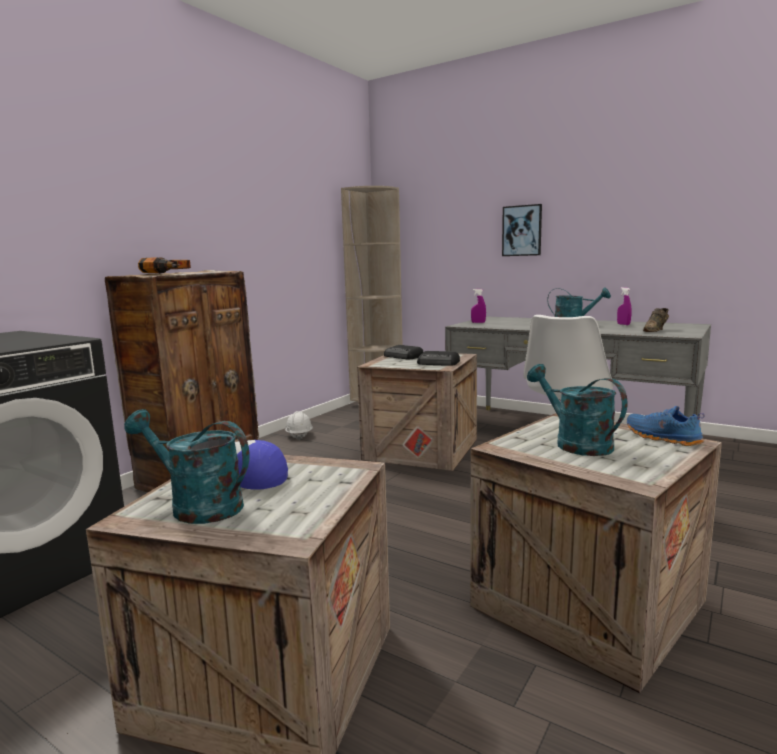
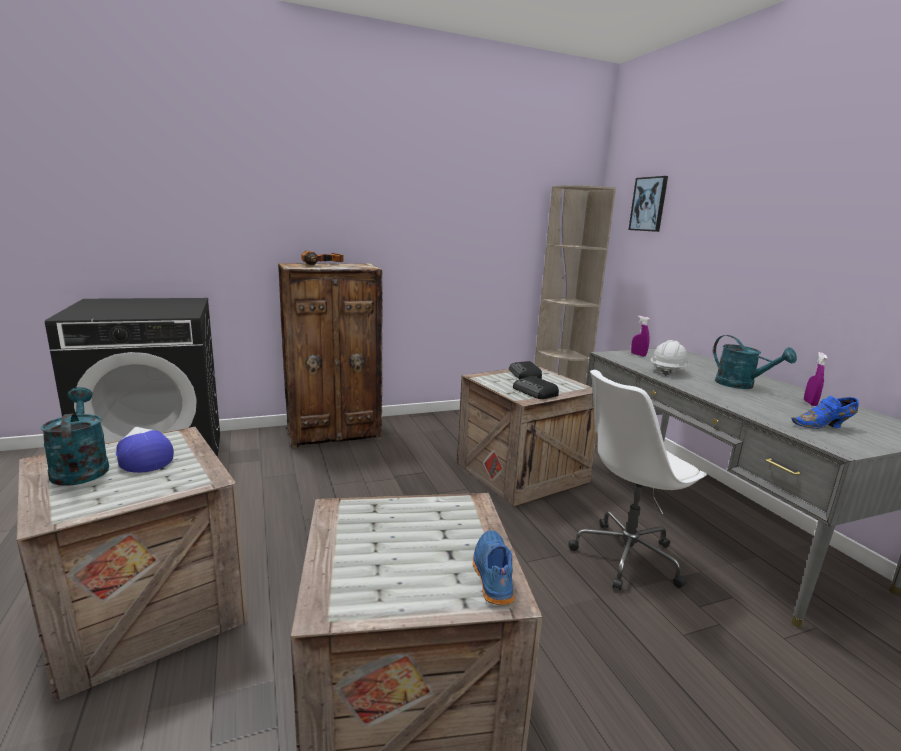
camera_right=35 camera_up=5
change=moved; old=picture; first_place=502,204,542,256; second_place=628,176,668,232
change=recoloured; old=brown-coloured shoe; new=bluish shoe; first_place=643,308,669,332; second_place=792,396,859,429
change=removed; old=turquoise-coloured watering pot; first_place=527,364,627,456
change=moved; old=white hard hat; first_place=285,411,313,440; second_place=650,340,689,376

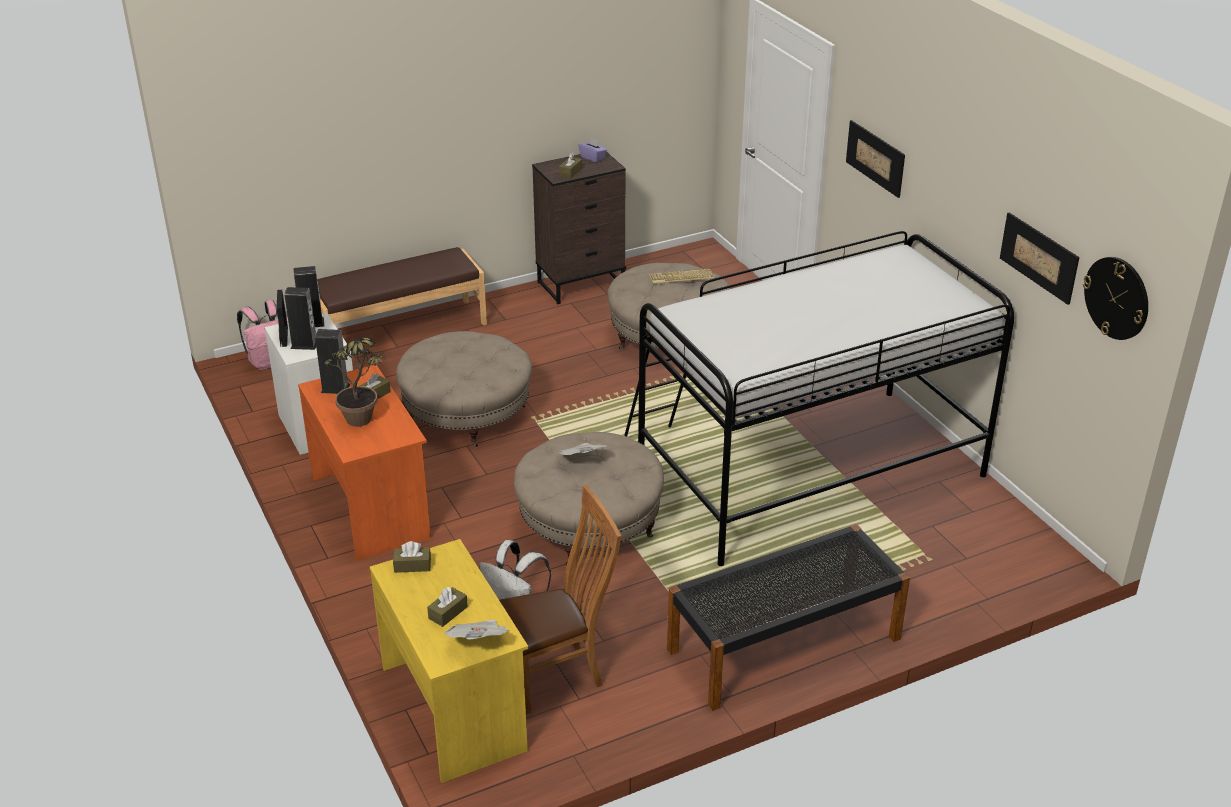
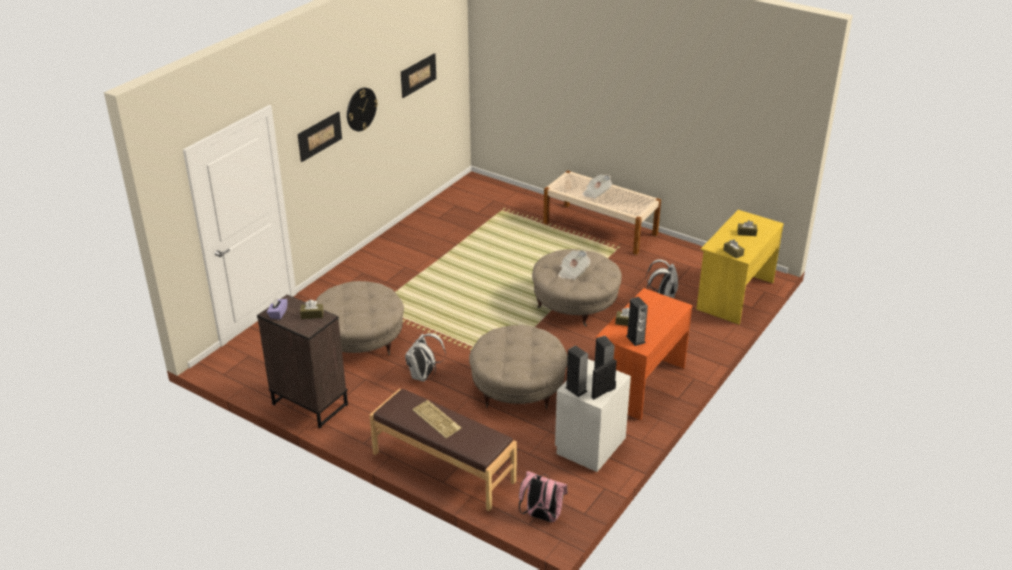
camera_right=-120 camera_up=0
change=removed; old=blackish bed; first_place=624,231,1014,566
change=moved; old=clock on the wall; first_place=1083,257,1148,340; second_place=347,88,378,131
change=moved; old=computer keyboard; first_place=649,269,715,285; second_place=413,400,461,438
change=removed; old=houseplant; first_place=325,337,386,427
change=removed; old=brown-coloured plain chair; first_place=499,485,621,714
change=recoloured; old=blackish long seat; new=sand-coloured long seat; first_place=667,524,910,711; second_place=543,170,661,255
change=moved; old=daily paper; first_place=444,619,509,640; second_place=582,174,612,199
change=added; new=white knapsack; second_place=405,333,446,382

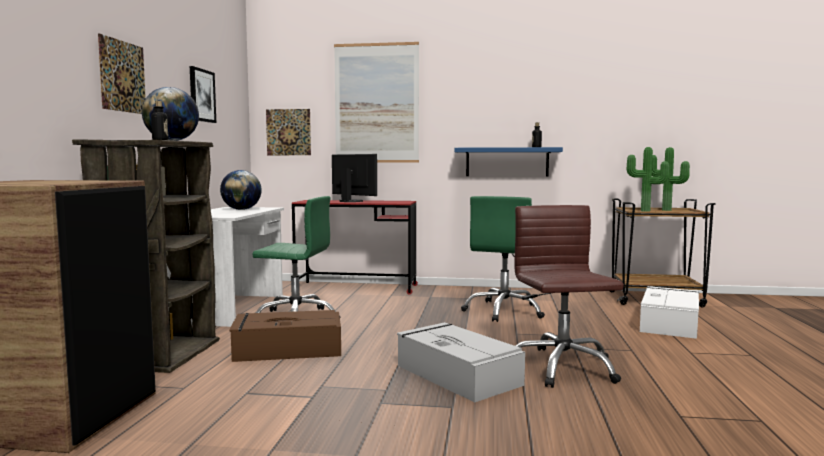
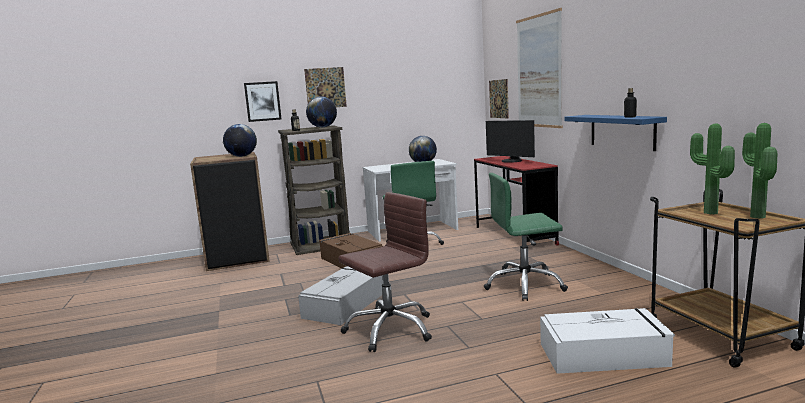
camera_right=65 camera_up=5
change=moved; old=picture; first_place=190,66,216,123; second_place=244,81,281,122
change=turned; old=computer display; first_place=332,154,377,202; second_place=486,120,535,163; degrees=120
change=added; new=world globe; second_place=223,124,257,157

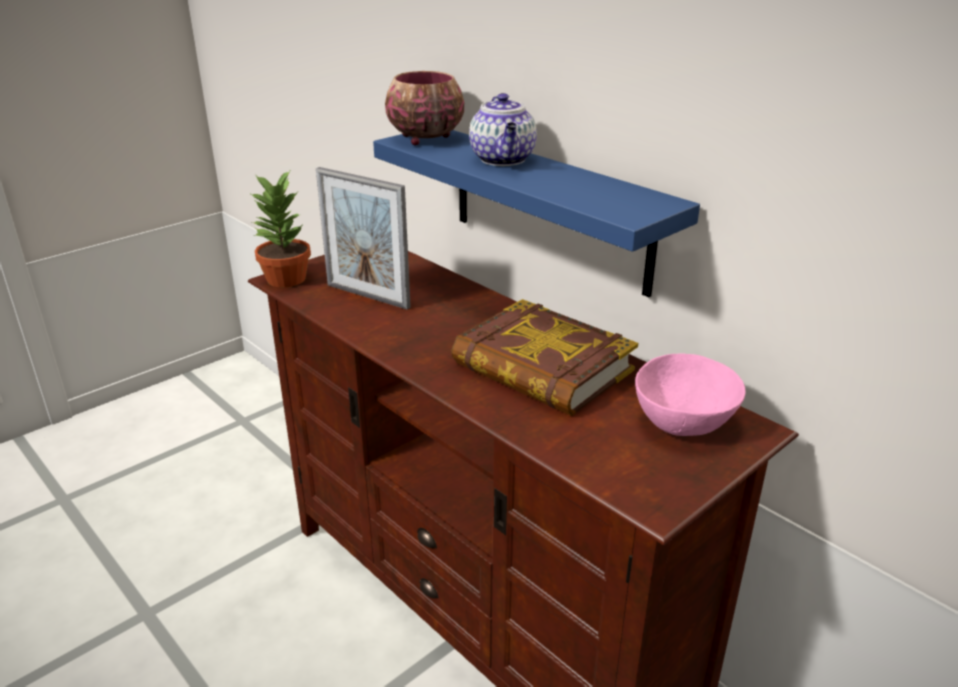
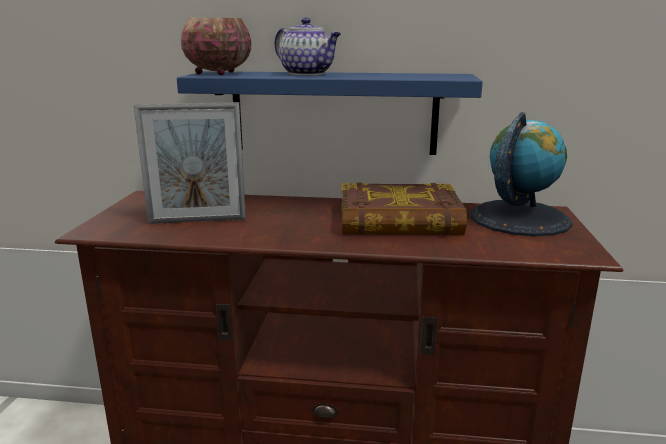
camera_right=-40 camera_up=-10
change=removed; old=houseplant; first_place=249,169,311,287
change=replaced; old=pink-coloured serving bowl; new=world globe; first_place=635,353,745,436; second_place=471,112,573,236

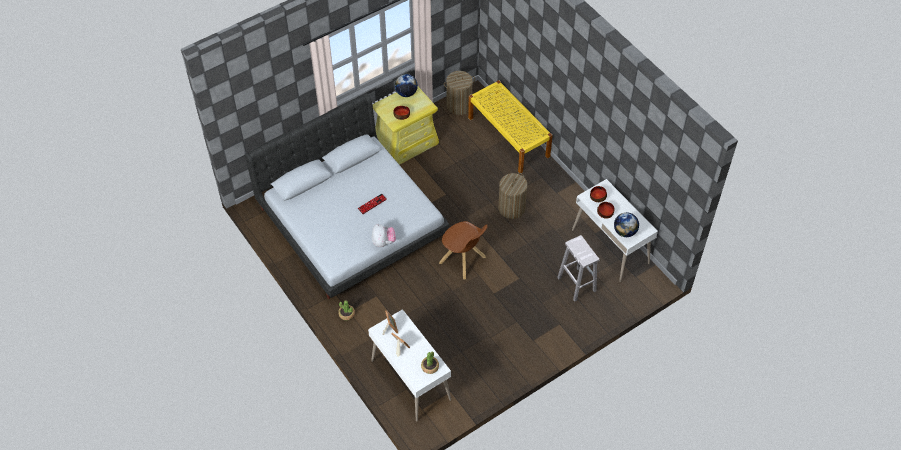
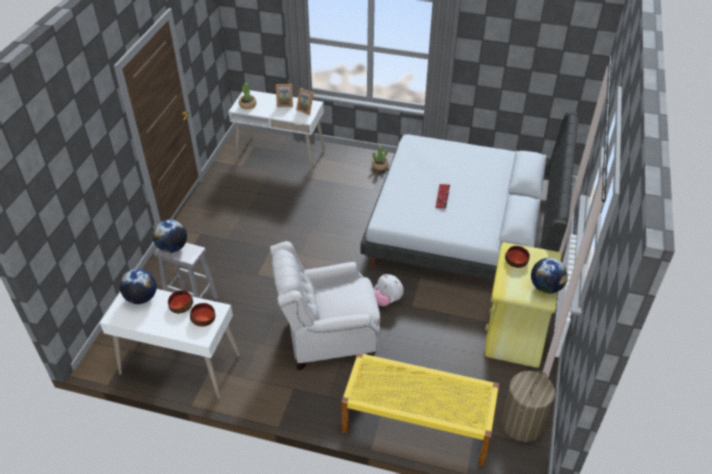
camera_right=140 camera_up=-10
change=replaced; old=washing basket; new=white lounge chair; first_place=498,173,528,219; second_place=270,241,380,370
change=removed; old=brown-coloured plain chair; first_place=439,221,488,280
change=moved; old=plush toy; first_place=372,224,396,247; second_place=373,274,404,306
change=added; new=world globe; second_place=153,219,187,253

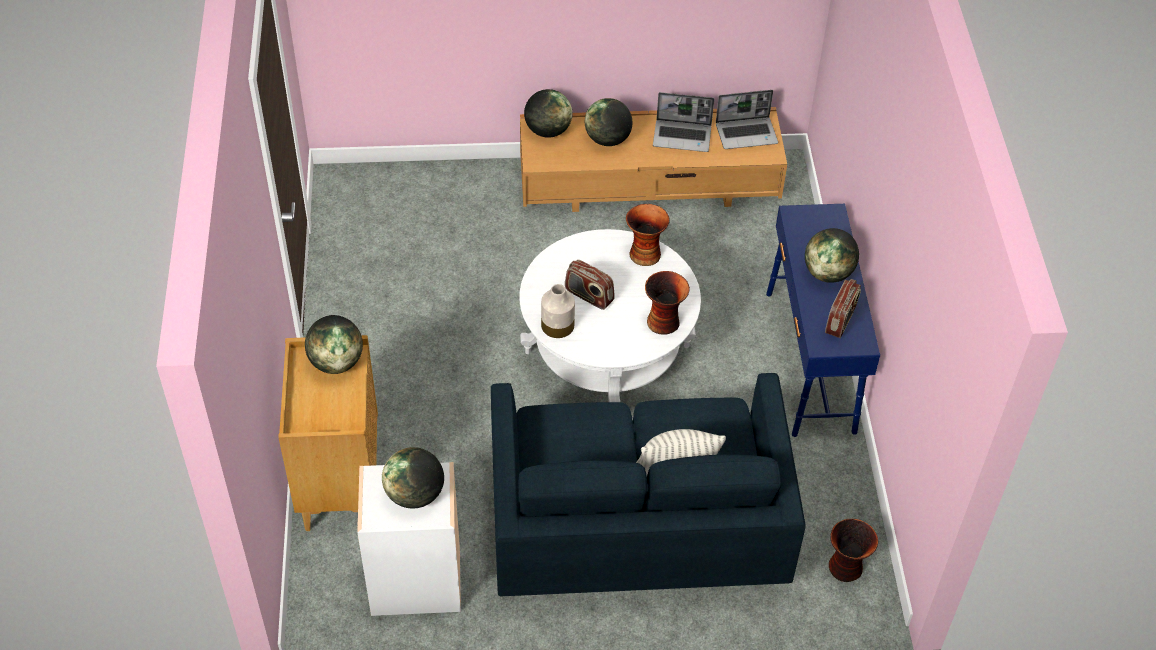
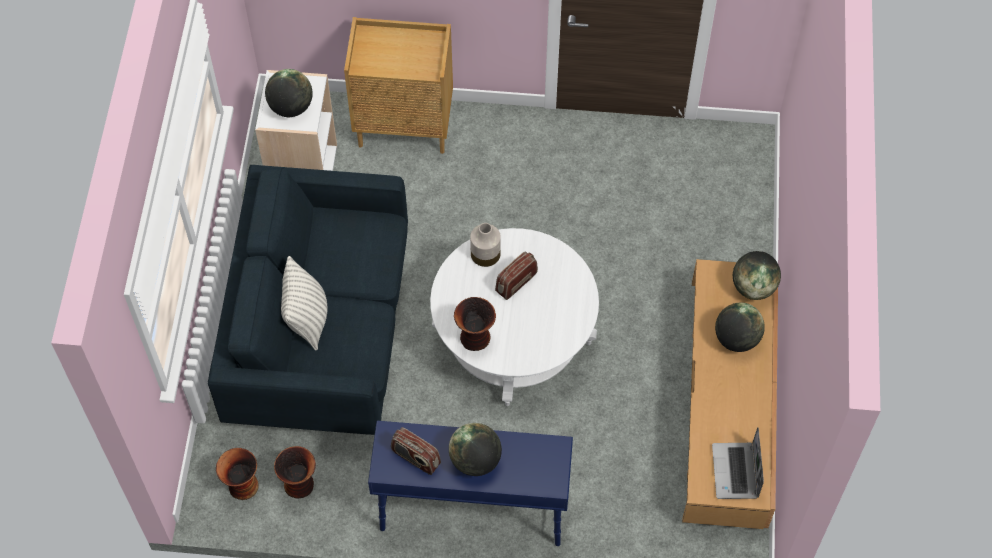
camera_right=100 camera_up=10
change=removed; old=notebook computer; first_place=653,92,714,152
change=moved; old=decorative vase; first_place=626,204,670,266; second_place=274,446,316,498
change=removed; old=world globe; first_place=305,315,363,374

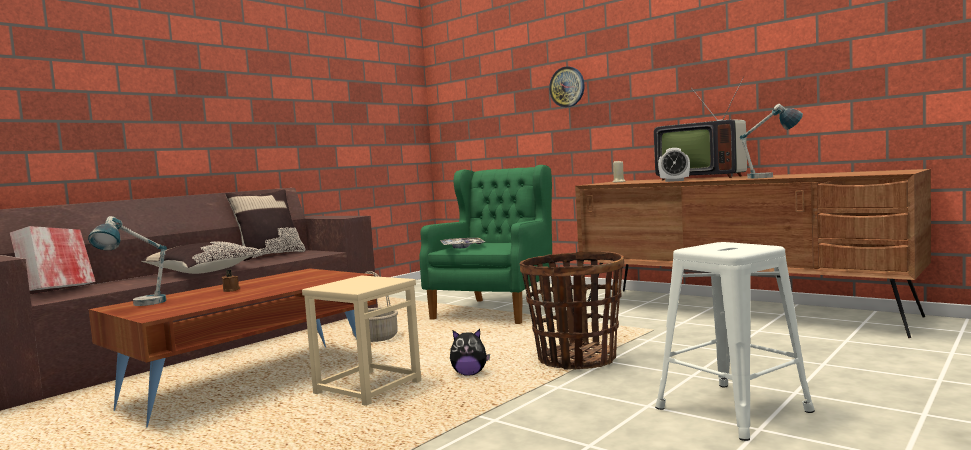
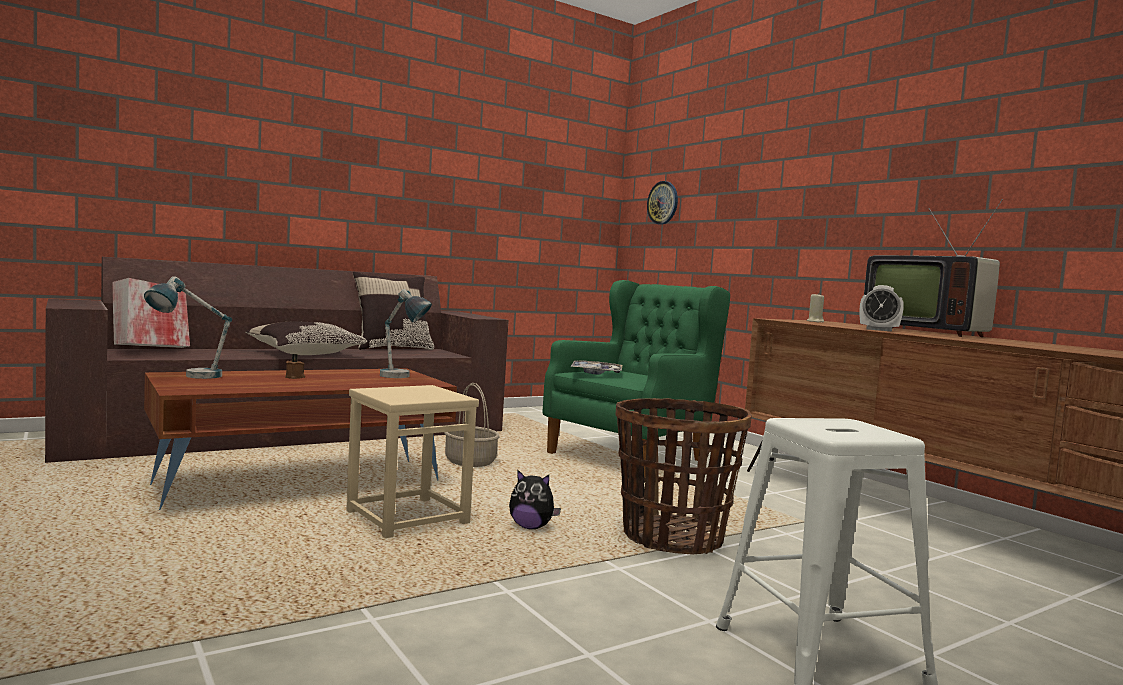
camera_right=15 camera_up=0
change=moved; old=clock on the wall; first_place=549,66,585,107; second_place=647,181,678,225
change=moved; old=tabletop lamp; first_place=740,104,803,179; second_place=380,289,432,378

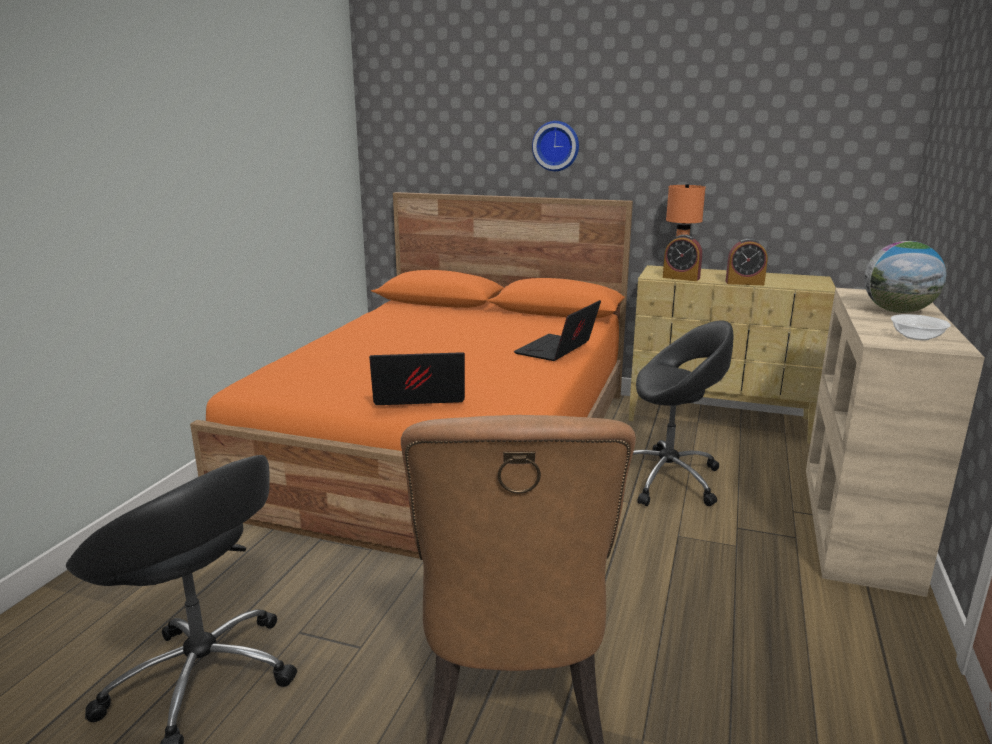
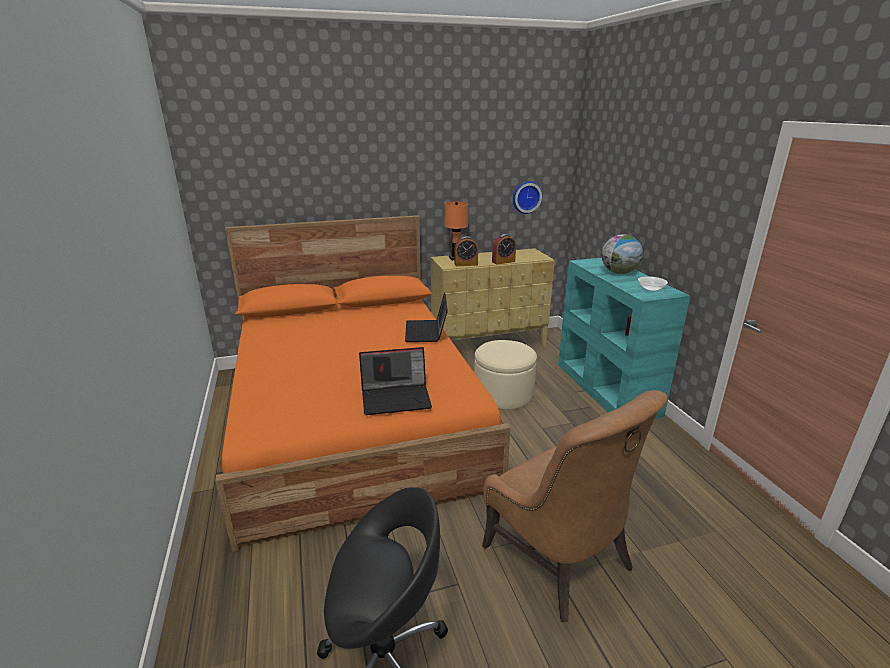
camera_right=-35 camera_up=5
change=moved; old=clock on the wall; first_place=532,121,579,171; second_place=513,181,542,214
change=recoloured; old=sand-coloured shelving unit; new=turquoise-coloured shelving unit; first_place=806,288,985,597; second_place=558,258,690,419
change=replaced; old=blackish computer chair; new=sand-coloured pouffe; first_place=633,320,733,506; second_place=474,340,537,410
change=turned; old=notebook computer; first_place=369,352,465,405; second_place=359,347,432,415; degrees=-150

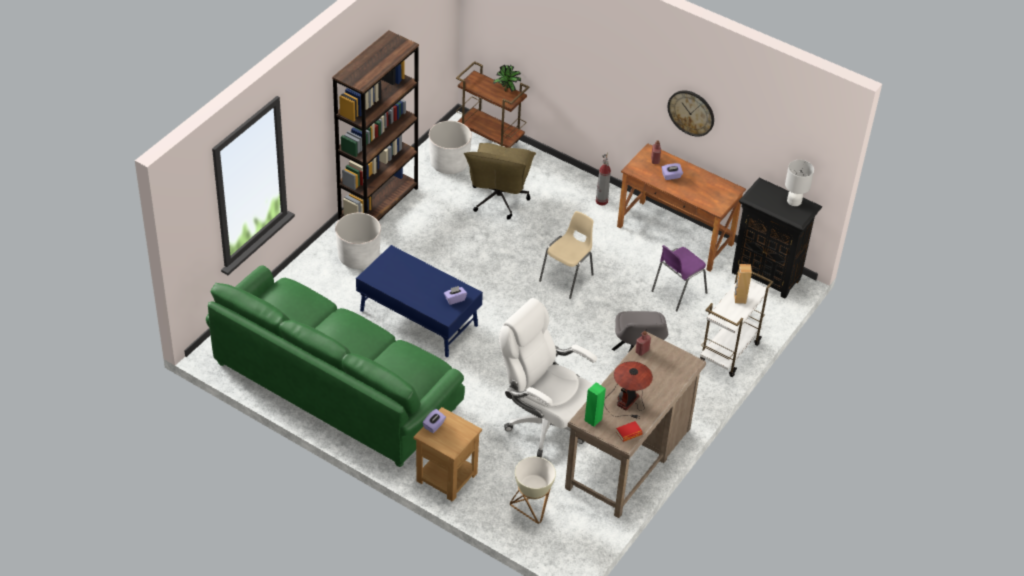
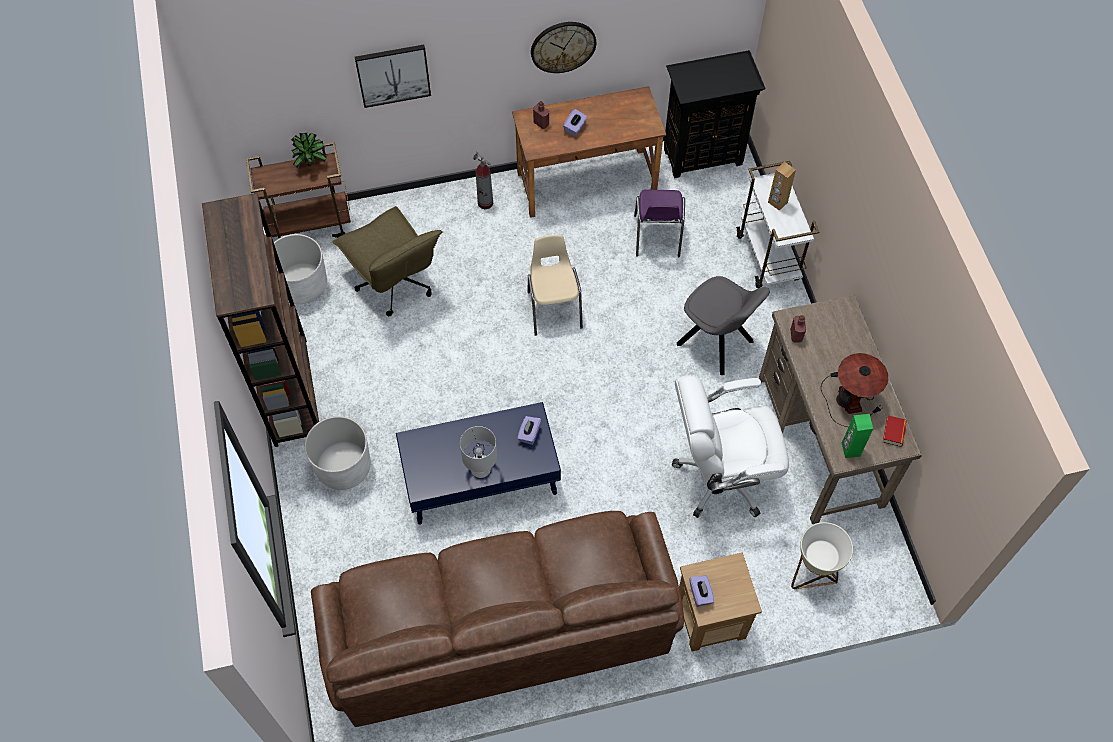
camera_right=-45 camera_up=15
change=moved; old=grey tabletop lamp; first_place=785,160,814,206; second_place=460,426,497,478
change=recoloured; old=green-coloured couch; new=brown-coloured couch; first_place=206,265,465,467; second_place=311,511,684,727
change=added; new=picture; second_place=355,45,431,108

